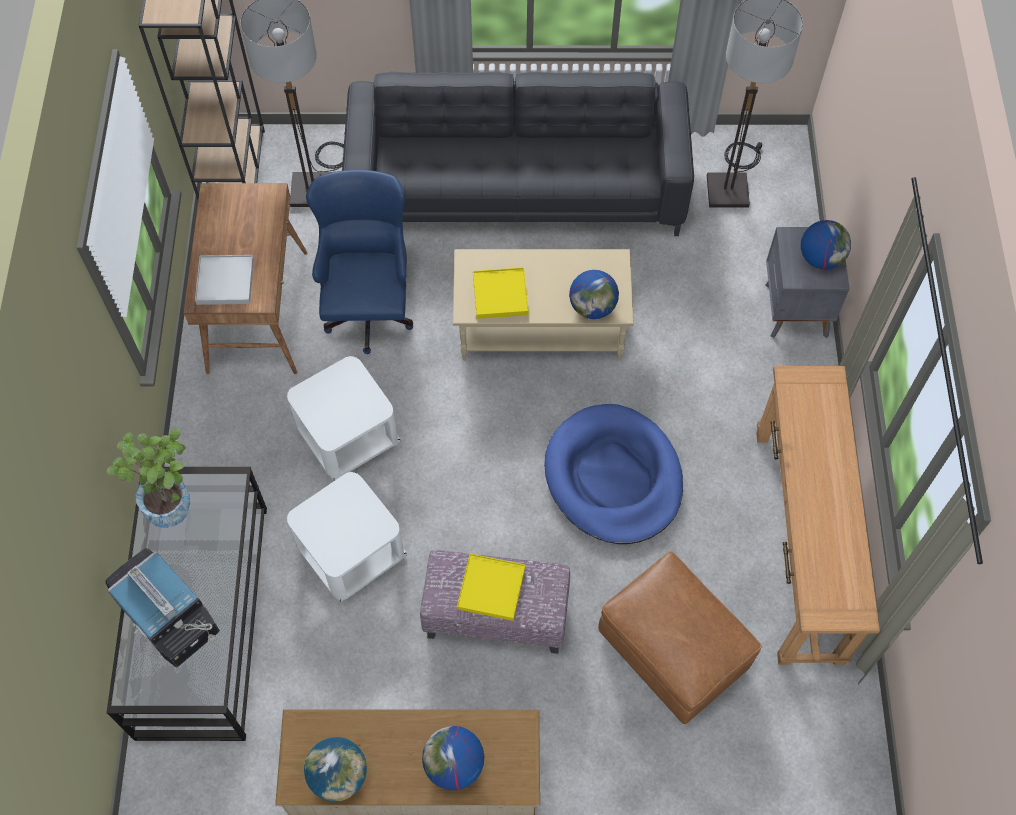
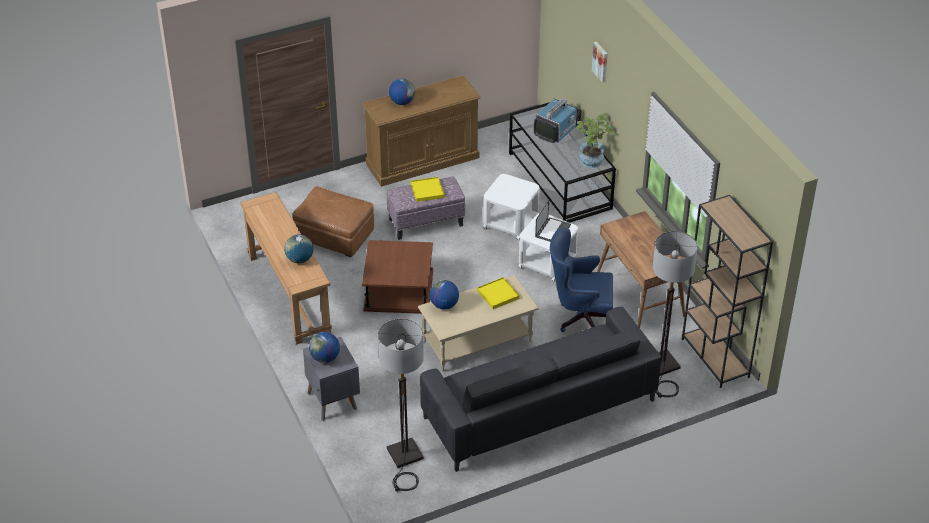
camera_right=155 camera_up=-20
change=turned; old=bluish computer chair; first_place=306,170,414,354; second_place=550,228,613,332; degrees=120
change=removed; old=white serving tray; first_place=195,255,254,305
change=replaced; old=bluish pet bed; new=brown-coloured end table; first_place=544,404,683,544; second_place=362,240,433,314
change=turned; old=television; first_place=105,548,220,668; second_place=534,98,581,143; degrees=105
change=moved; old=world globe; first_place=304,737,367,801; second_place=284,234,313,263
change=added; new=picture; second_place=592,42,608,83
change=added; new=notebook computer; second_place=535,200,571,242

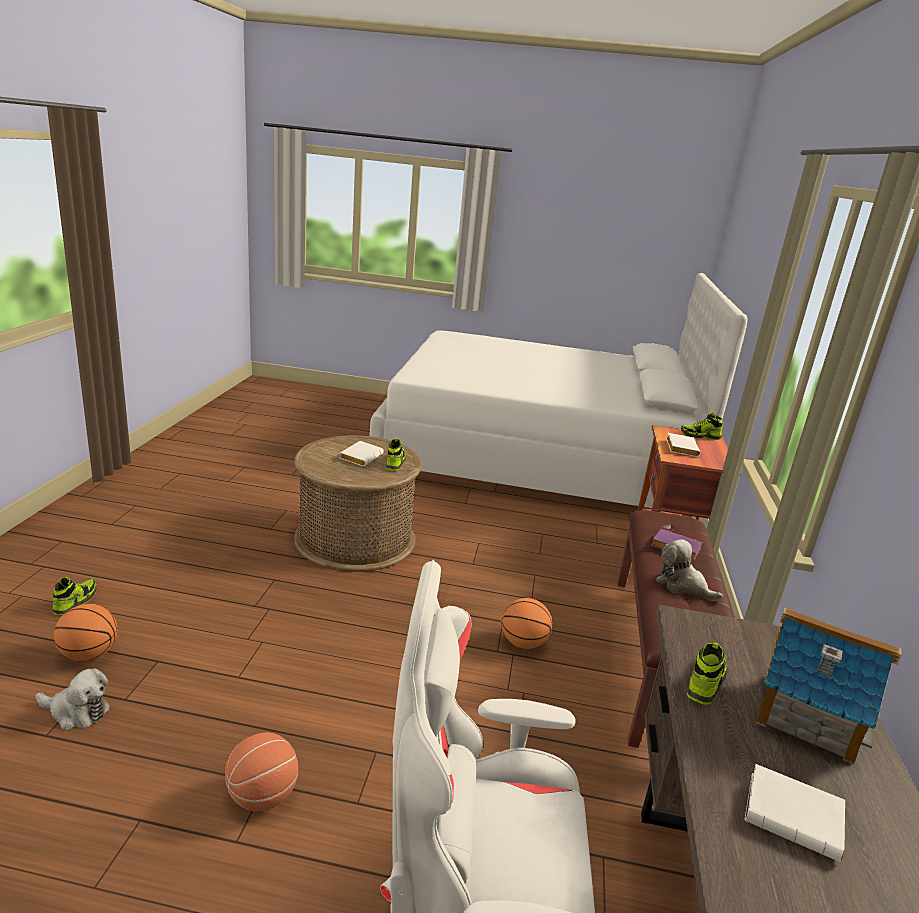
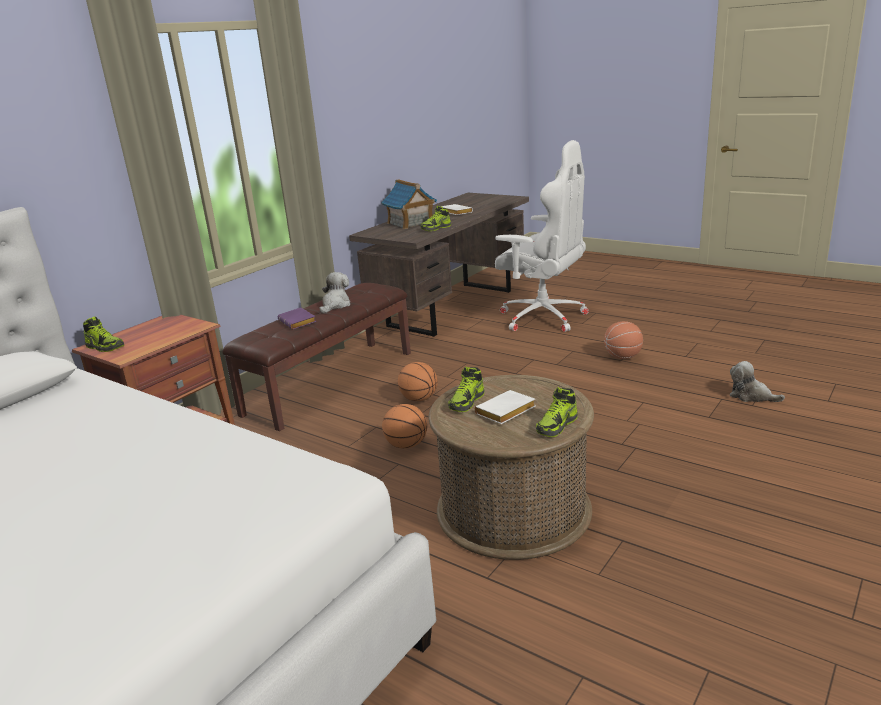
camera_right=-150 camera_up=0
change=removed; old=white book; first_place=666,433,700,457
change=turned; old=plush toy; first_place=656,539,723,601; second_place=319,272,351,313; degrees=-135
change=moved; old=shoe; first_place=52,577,97,616; second_place=536,387,578,437
change=moved; old=basketball; first_place=54,604,118,662; second_place=382,404,427,449

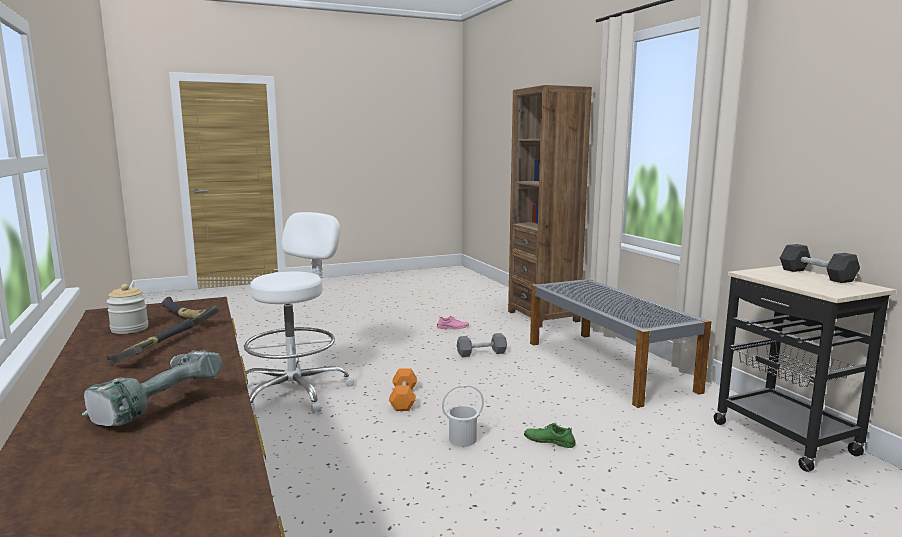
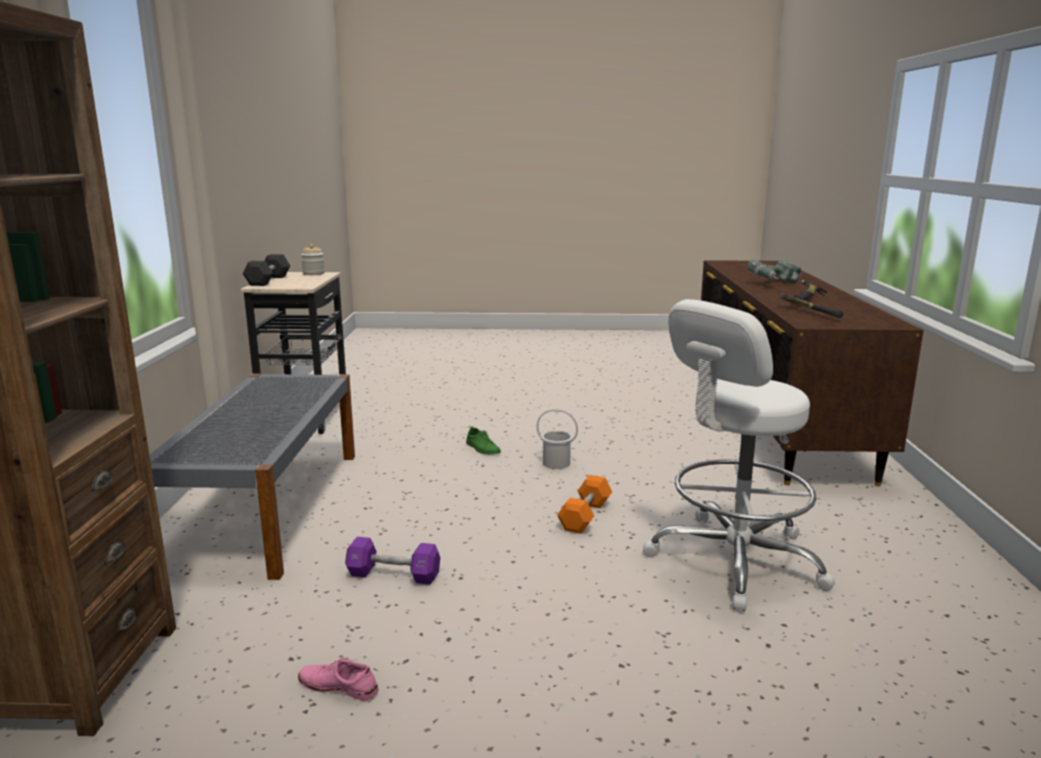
camera_right=-155 camera_up=5
change=moved; old=storage jar; first_place=106,284,149,334; second_place=301,244,325,275
change=recoloured; old=grey dumbbell; new=purple dumbbell; first_place=457,333,507,357; second_place=345,537,440,585

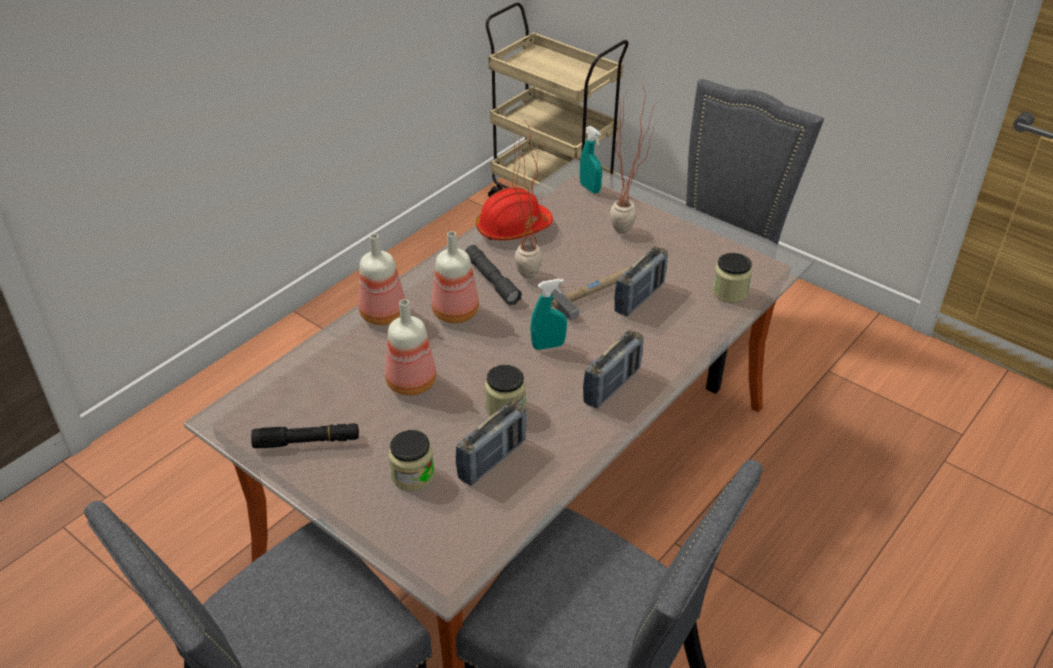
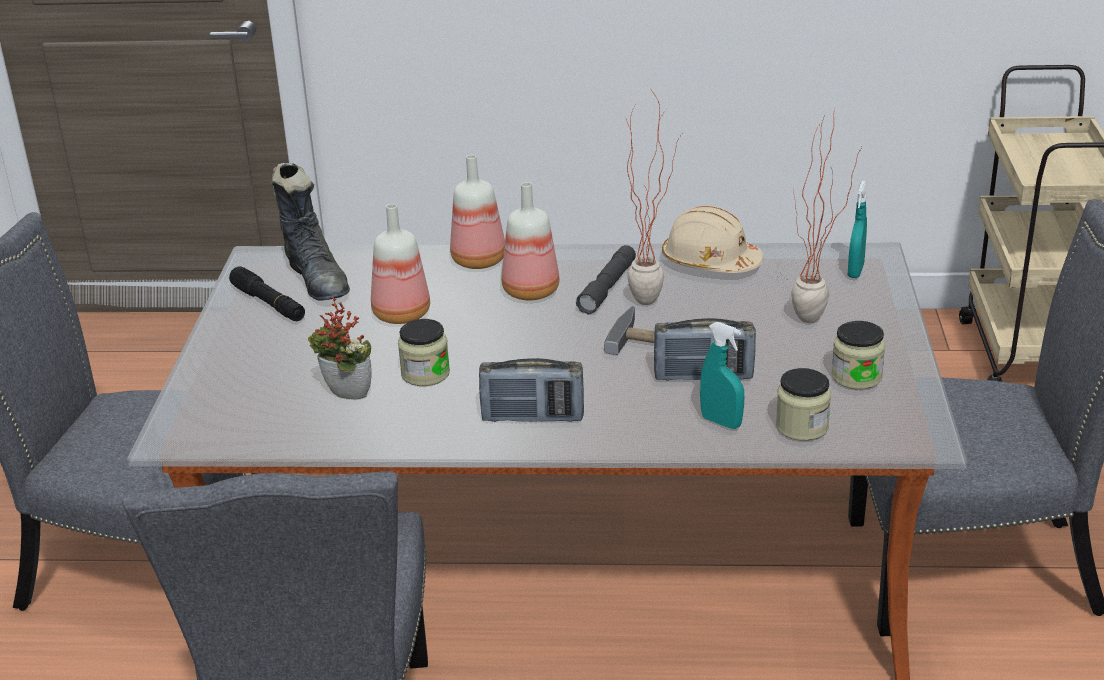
camera_right=55 camera_up=-10
change=recoloured; old=reddish hard hat; new=sand-coloured hard hat; first_place=476,187,553,241; second_place=662,206,763,273
change=moved; old=turquoise-coloured spray bottle; first_place=530,279,567,350; second_place=700,322,744,429
change=replaced; old=radio; new=houseplant; first_place=456,400,527,486; second_place=308,297,372,400
change=moved; old=storage jar; first_place=388,430,435,491; second_place=832,321,885,389
change=added; new=blackish high-top boot; second_place=271,163,350,300

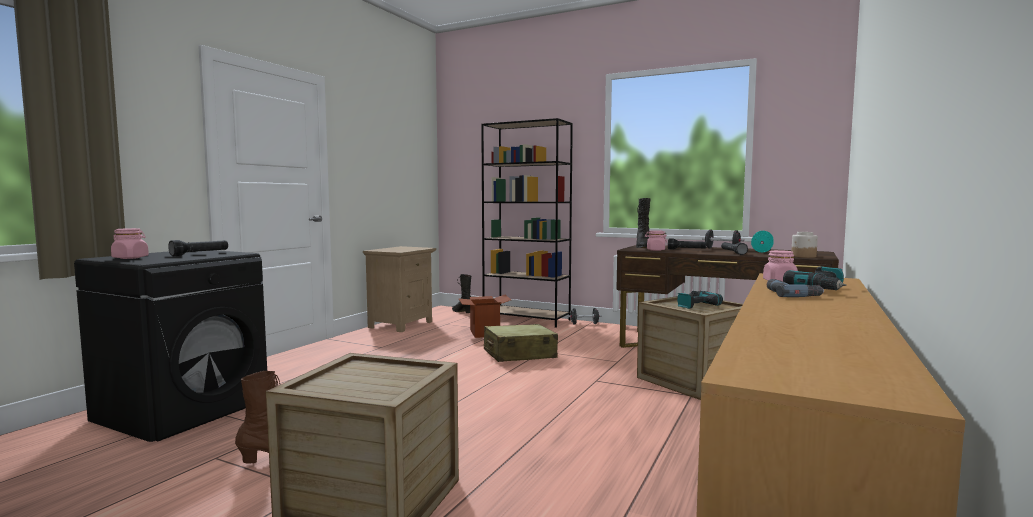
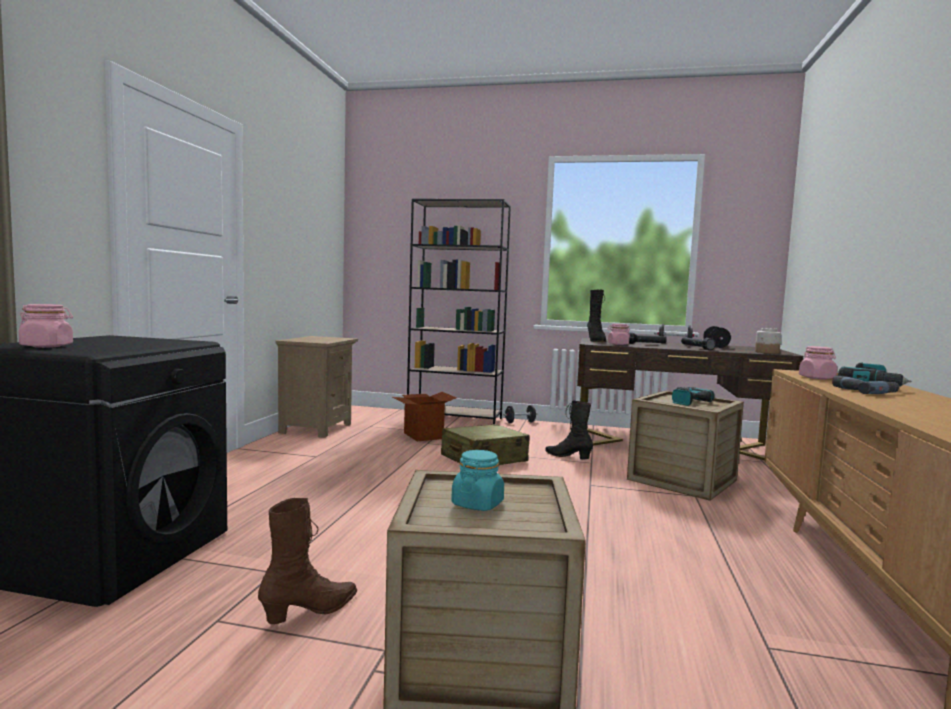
camera_right=-15 camera_up=0
change=recoloured; old=turquoise-coloured dumbbell; new=blackish dumbbell; first_place=751,231,774,252; second_place=703,326,731,348
change=removed; old=blackish flashlight; first_place=168,240,228,256
change=moved; old=blackish high-top boot; first_place=452,274,471,313; second_place=545,401,593,459
change=added; new=turquoise-coloured storage jar; second_place=451,450,504,511

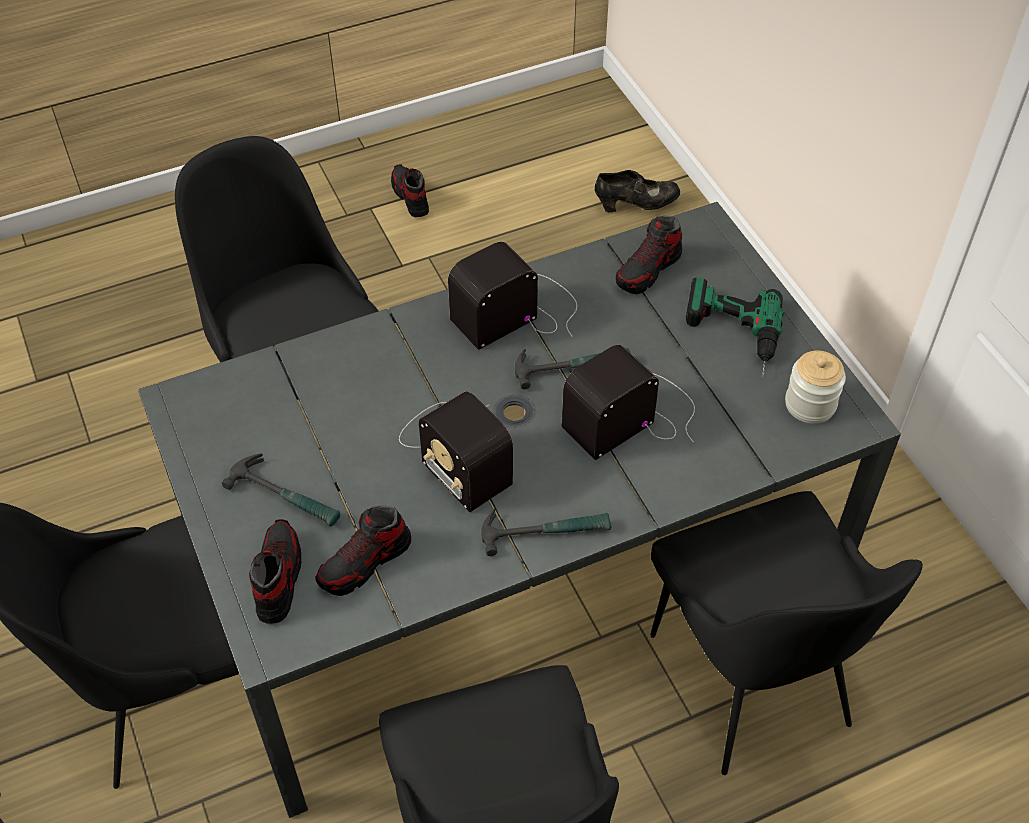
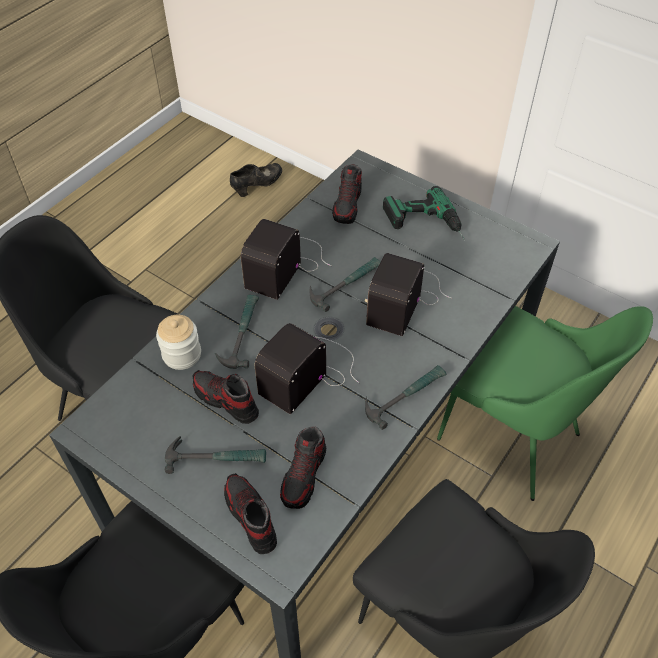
camera_right=-30 camera_up=0
change=moved; old=shoe; first_place=391,164,429,217; second_place=193,370,259,424
change=moved; old=storage jar; first_place=785,351,846,424; second_place=156,315,201,370
change=turned; old=radio; first_place=399,391,513,512; second_place=255,323,360,414; degrees=105
change=recoloured; old=blackish plain chair; new=green-coloured plain chair; first_place=650,491,923,775; second_place=437,306,653,501
change=added; new=tool hammer; second_place=215,295,259,369

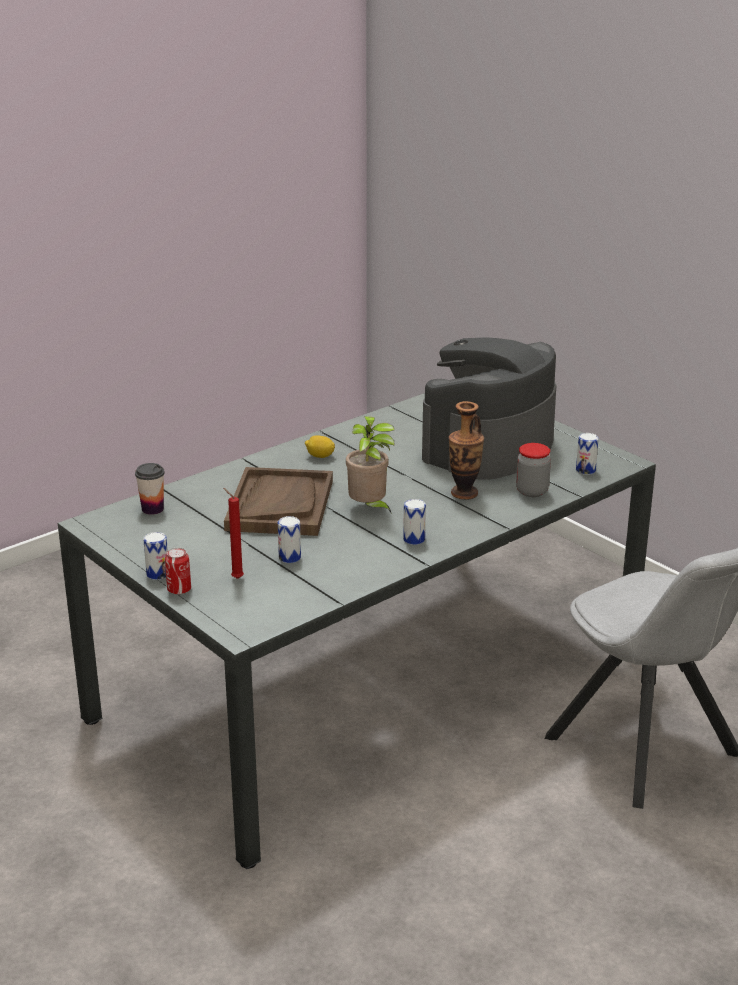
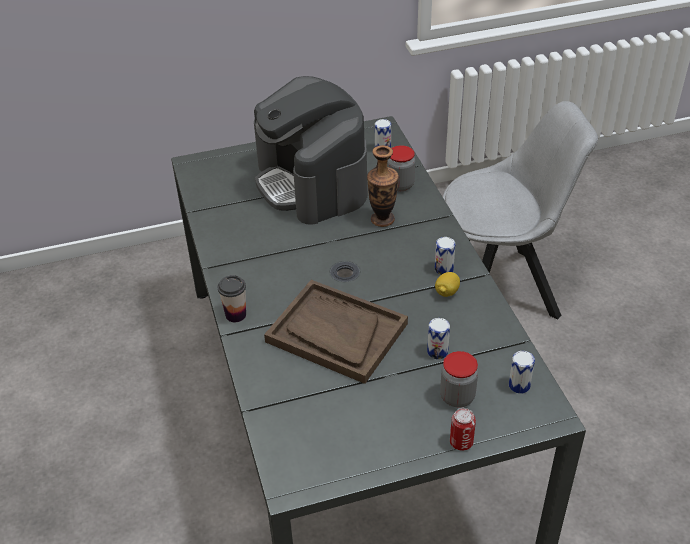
camera_right=-65 camera_up=15
change=removed; old=houseplant; first_place=346,416,395,514
change=moved; old=whole lemon; first_place=305,435,335,458; second_place=435,272,460,297
change=moved; old=drinking cup; first_place=135,463,165,515; second_place=218,275,246,322
change=replaced; old=reddish candle; new=storage jar; first_place=223,488,244,579; second_place=440,351,478,408
change=moved; old=sealed can; first_place=143,532,168,580; second_place=509,351,535,394

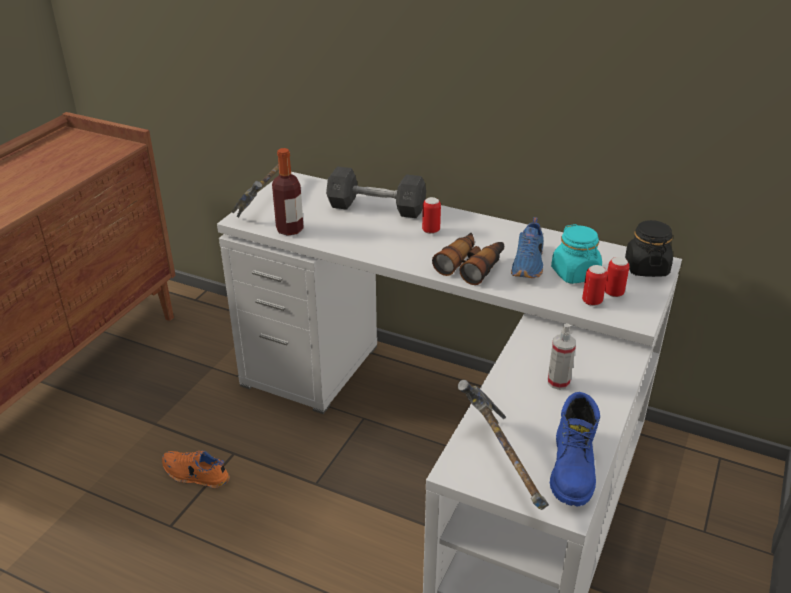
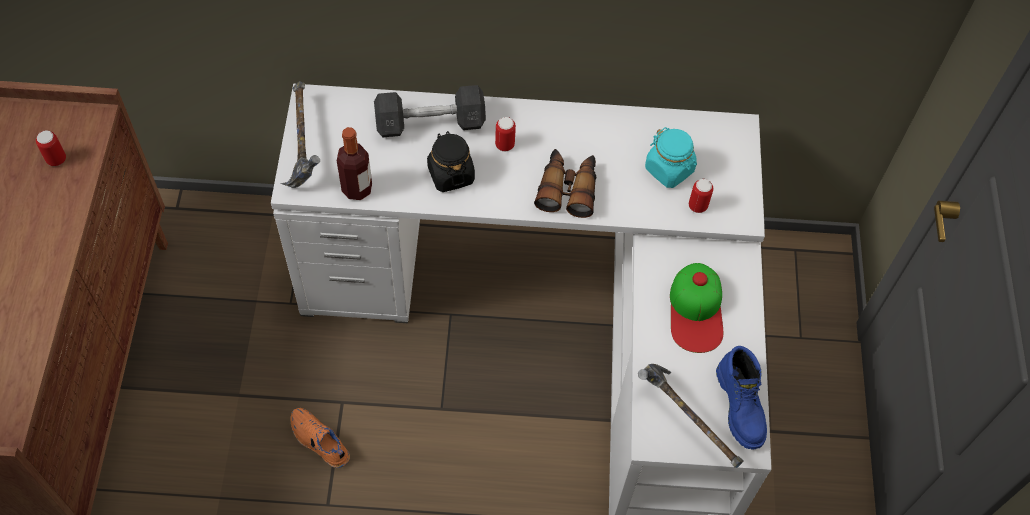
camera_right=-25 camera_up=25
change=removed; old=bluish shoe; first_place=511,217,543,278
change=moved; old=blackish storage jar; first_place=625,220,673,277; second_place=427,131,475,192
change=moved; old=sealed can; first_place=605,257,629,297; second_place=36,130,66,166
change=replaced; old=spray bottle; new=peaked cap; first_place=548,323,576,390; second_place=670,263,723,353
change=turned; old=orange shoe; first_place=162,451,230,489; second_place=290,408,350,468; degrees=45

